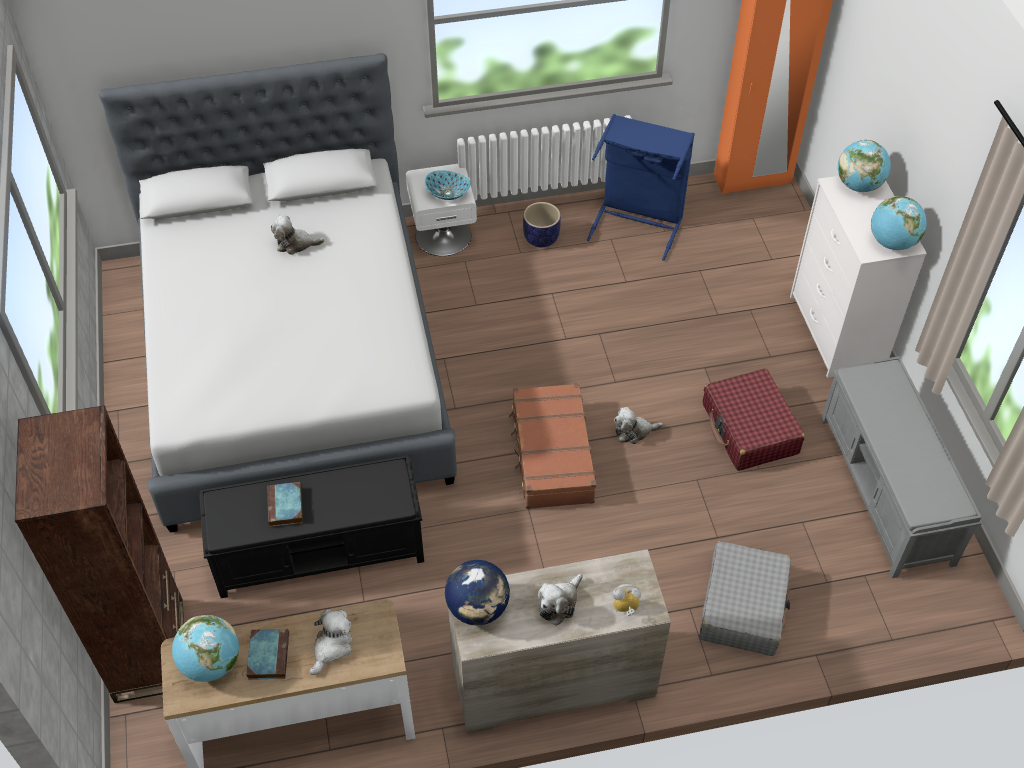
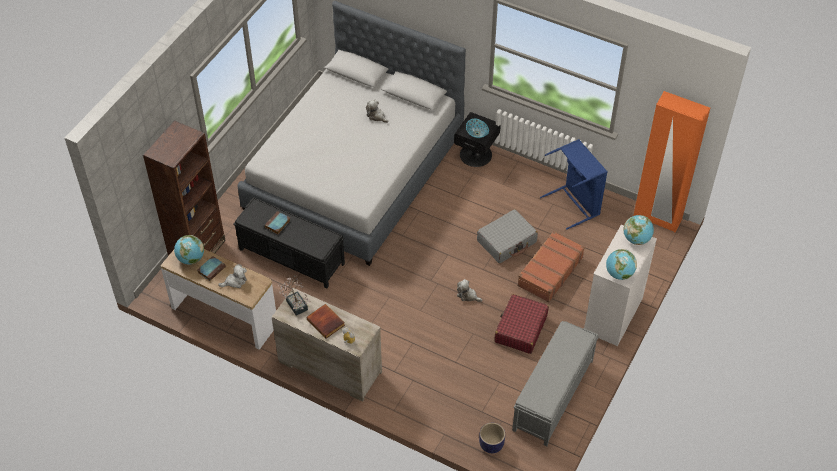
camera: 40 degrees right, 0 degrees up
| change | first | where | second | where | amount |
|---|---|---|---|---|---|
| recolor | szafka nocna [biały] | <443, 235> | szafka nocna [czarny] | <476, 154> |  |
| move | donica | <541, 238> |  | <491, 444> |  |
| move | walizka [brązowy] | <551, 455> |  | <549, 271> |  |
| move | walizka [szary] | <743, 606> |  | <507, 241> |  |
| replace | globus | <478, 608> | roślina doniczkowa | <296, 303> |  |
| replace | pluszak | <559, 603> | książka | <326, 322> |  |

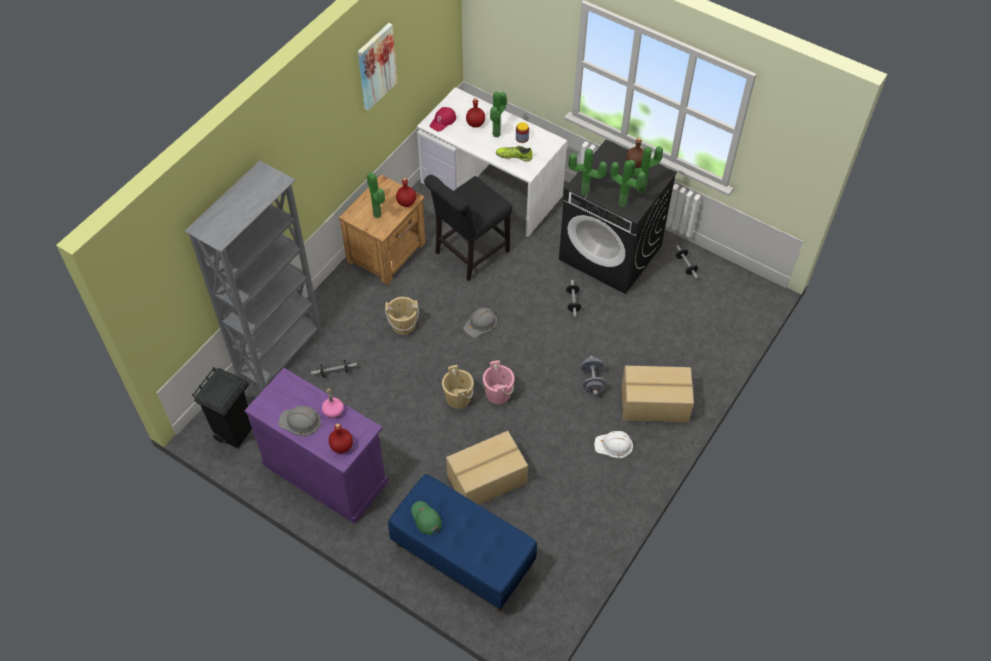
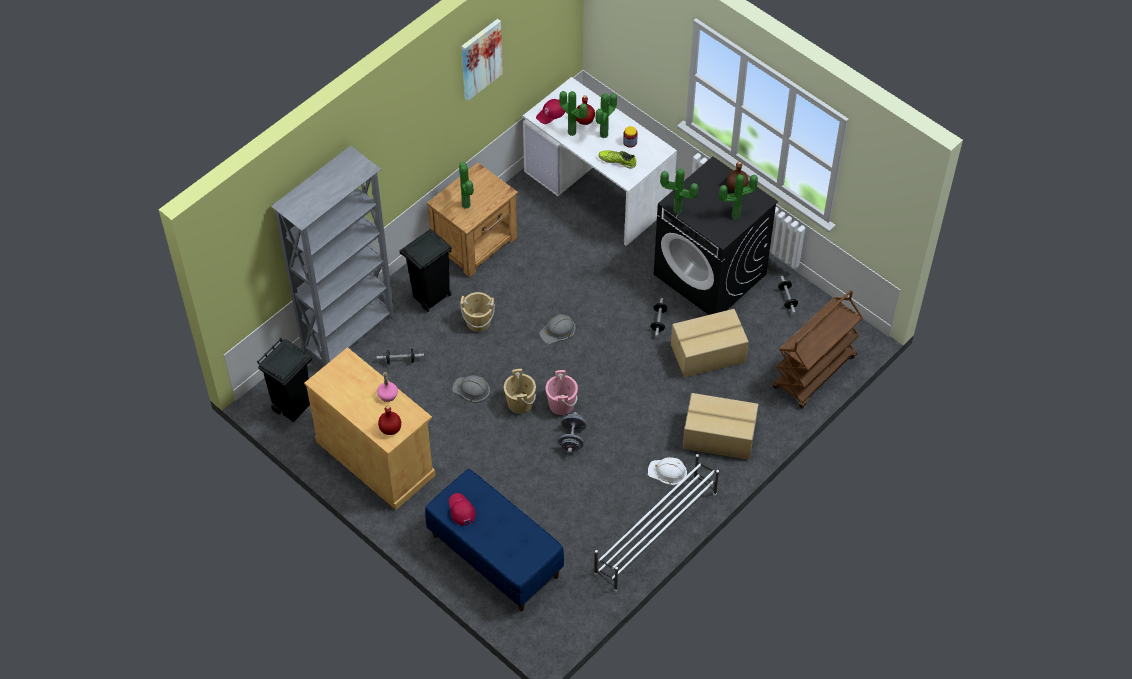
camera: 10 degrees right, 0 degrees up
| change | first | where | second | where | amount |
|---|---|---|---|---|---|
| move | roślina doniczkowa | <623, 203> |  | <573, 131> |  |
| delete | krzesło [czarny] | <469, 254> |  |  |  |
| delete | butelka [czerwony] | <406, 202> |  |  |  |
| move | hantel [szary] | <592, 382> |  | <572, 439> |  |
| recolor | szafka [fioletowy] | <326, 473> | szafka [beżowy] | <375, 458> |  |
| move | kask [szary] | <300, 421> |  | <471, 389> |  |
| move | karton | <487, 480> |  | <708, 354> |  |
| recolor | czapka z daszkiem [zielony] | <425, 518> | czapka z daszkiem [czerwony] | <461, 510> |  |
| insert |  |  | kosz na śmieci [czarny] | <430, 298> |  |
| insert |  |  | wózek [brązowy] | <814, 373> |  |
| insert |  |  | regał na buty [biały] | <655, 533> |  |

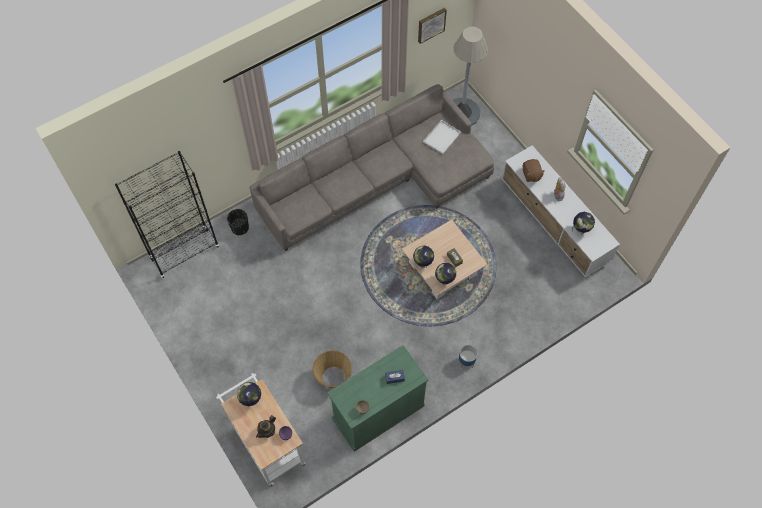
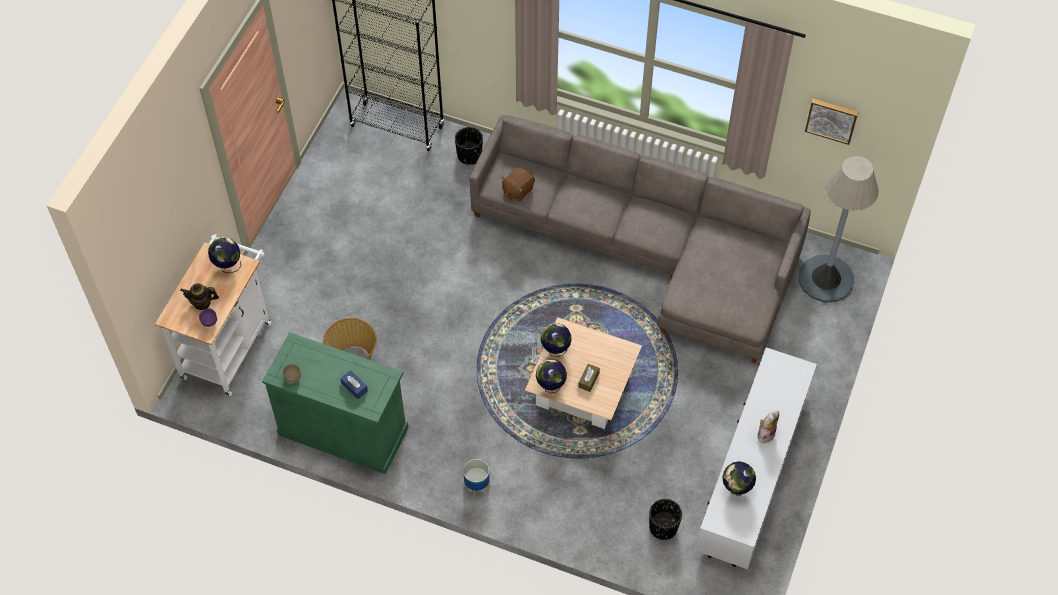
camera: 55 degrees right, 5 degrees down
| change | first | where | second | where | amount |
|---|---|---|---|---|---|
| delete | taca [biały] | <441, 138> |  |  |  |
| move | pluszak [brązowy] | <531, 175> |  | <517, 190> |  |
| insert |  |  | donica [czarny] | <663, 527> |  |

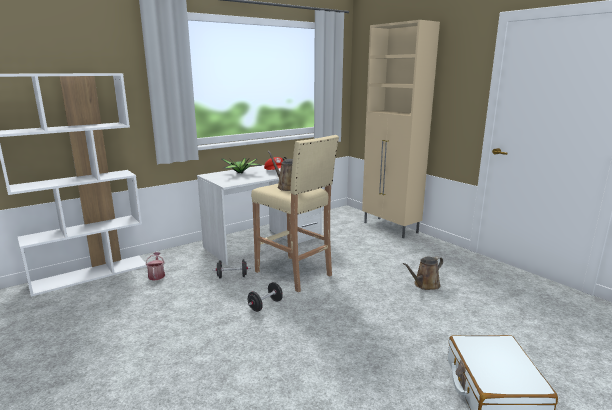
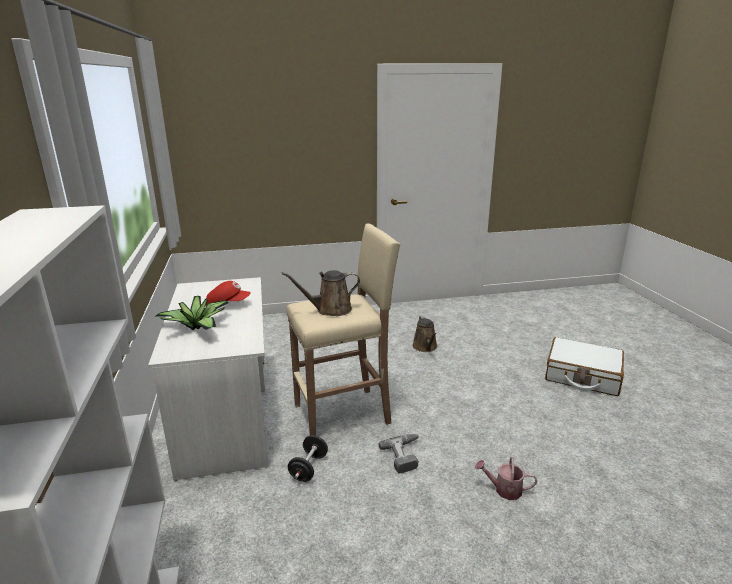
camera: 65 degrees left, 5 degrees up
| change | first | where | second | where | amount |
|---|---|---|---|---|---|
| delete | szafka [beżowy] | <390, 228> |  |  |  |
| move | konewka | <156, 275> |  | <504, 489> |  |
| replace | hantel [czarny] | <265, 305> | wiertarka | <405, 455> |  |

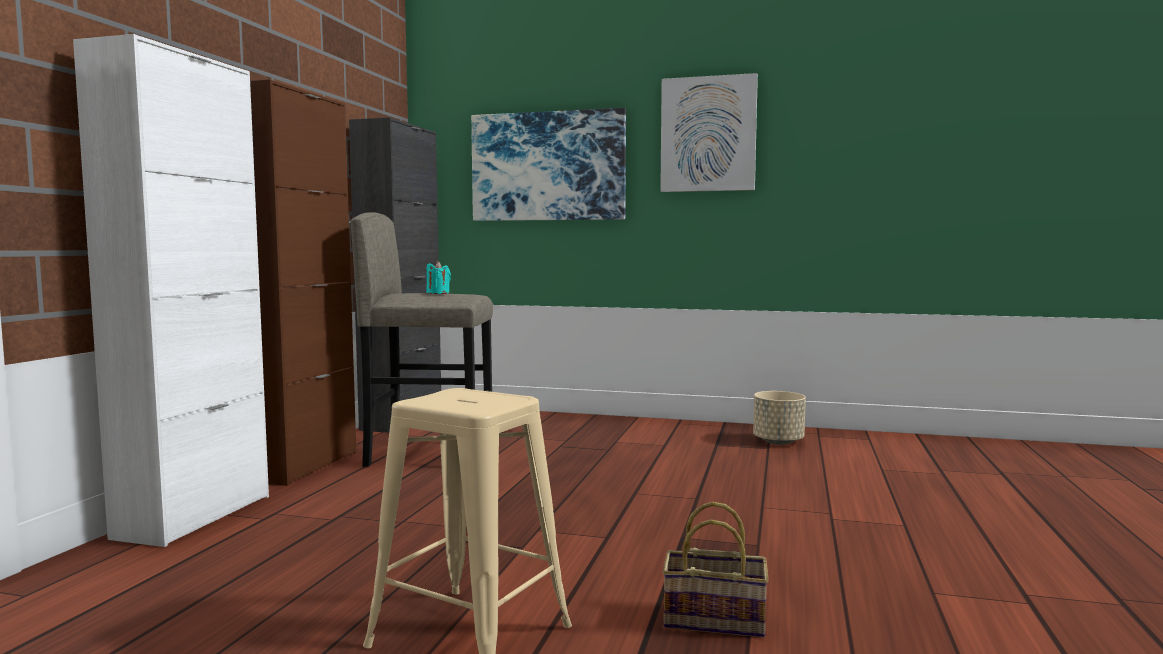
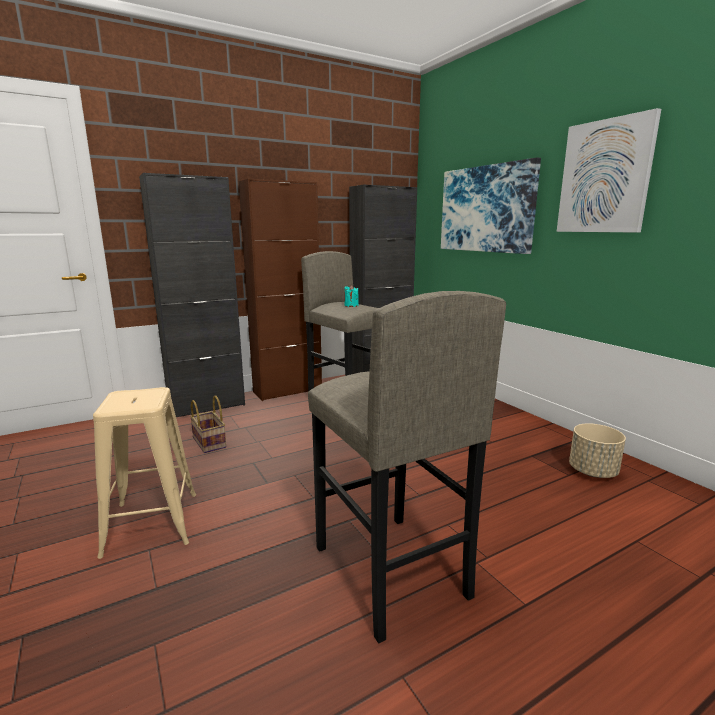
camera: 45 degrees right, 10 degrees up
| change | first | where | second | where | amount |
|---|---|---|---|---|---|
| recolor | szafka [biały] | <194, 516> | szafka [czarny] | <207, 406> |  |
| move | koszyk | <717, 619> |  | <210, 442> |  |
| insert |  |  | stołek [szary] | <389, 572> |  |

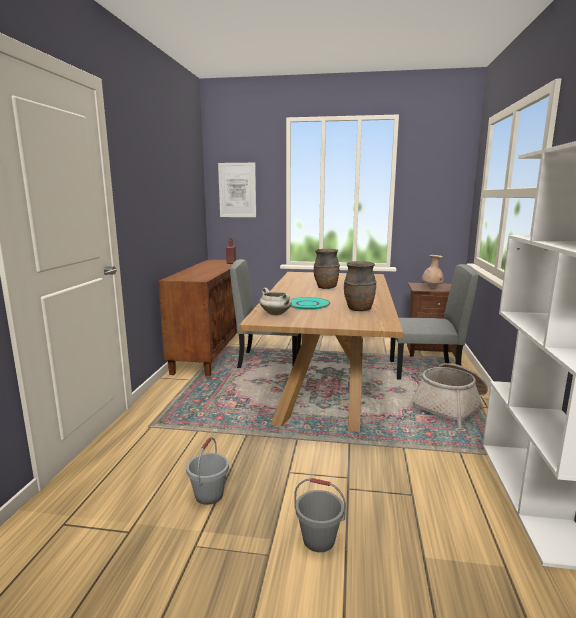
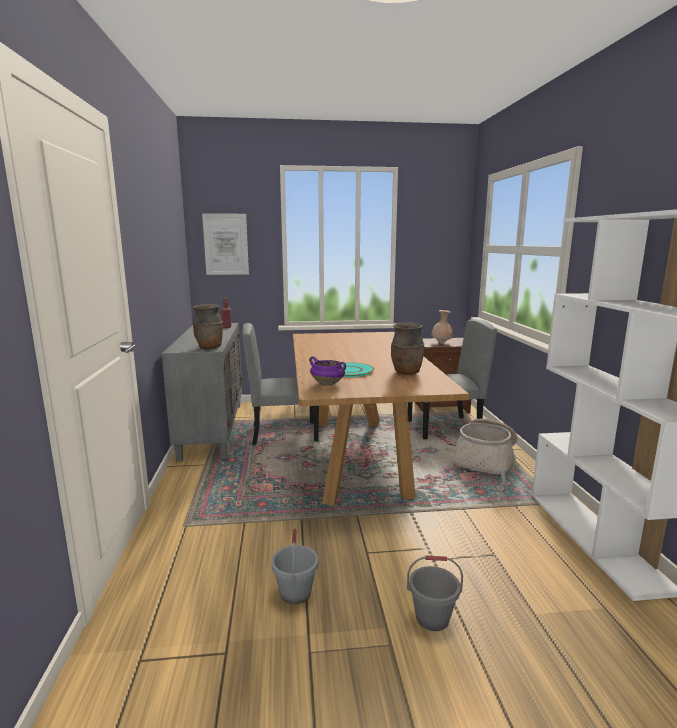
camera: 15 degrees left, 0 degrees up
| change | first | where | second | where | amount |
|---|---|---|---|---|---|
| move | wazon [brązowy] | <326, 288> |  | <209, 348> |  |
| recolor | szafka [brązowy] | <210, 352> | szafka [szary] | <212, 429> |  |
| recolor | garnek [biały] | <276, 314> | garnek [fioletowy] | <328, 384> |  |

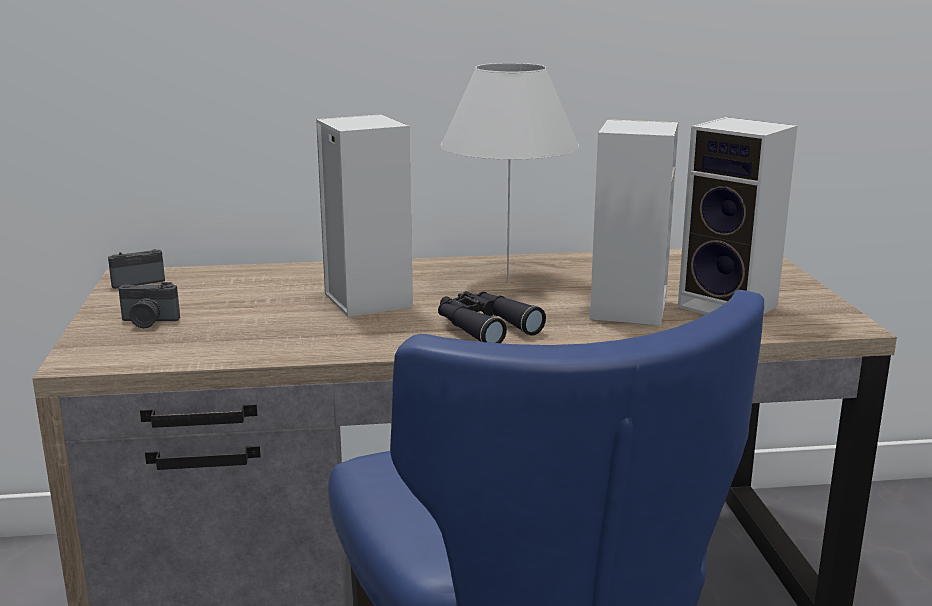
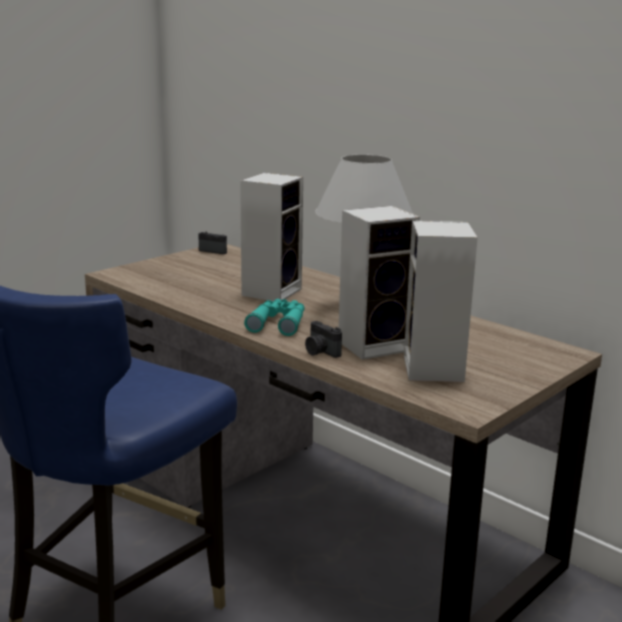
camera: 50 degrees right, 0 degrees up
| change | first | where | second | where | amount |
|---|---|---|---|---|---|
| move | aparat fotograficzny | <148, 322> |  | <320, 352> |  |
| recolor | lornetka [czarny] | <484, 327> | lornetka [turkusowy] | <278, 323> |  |

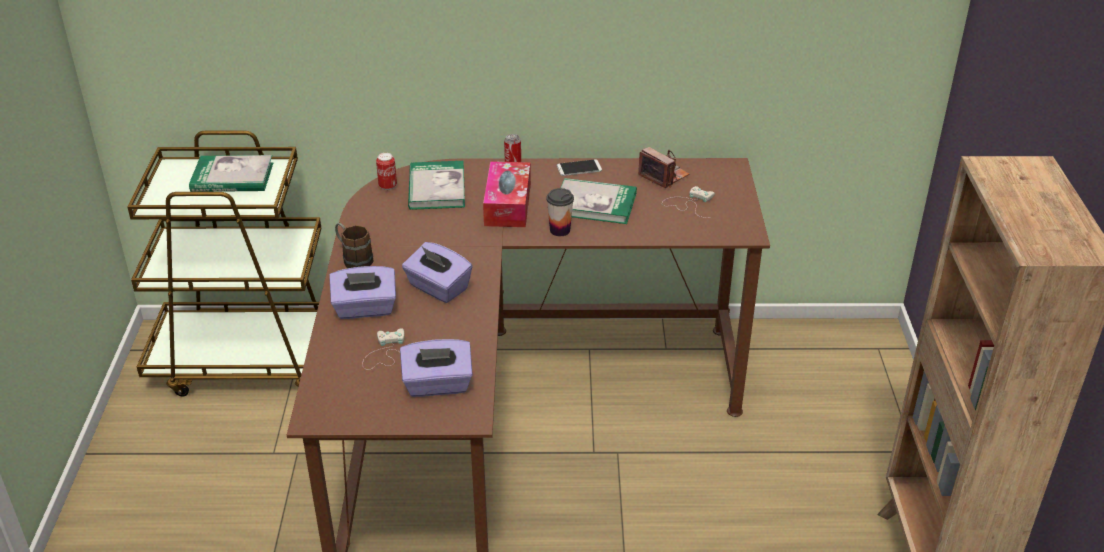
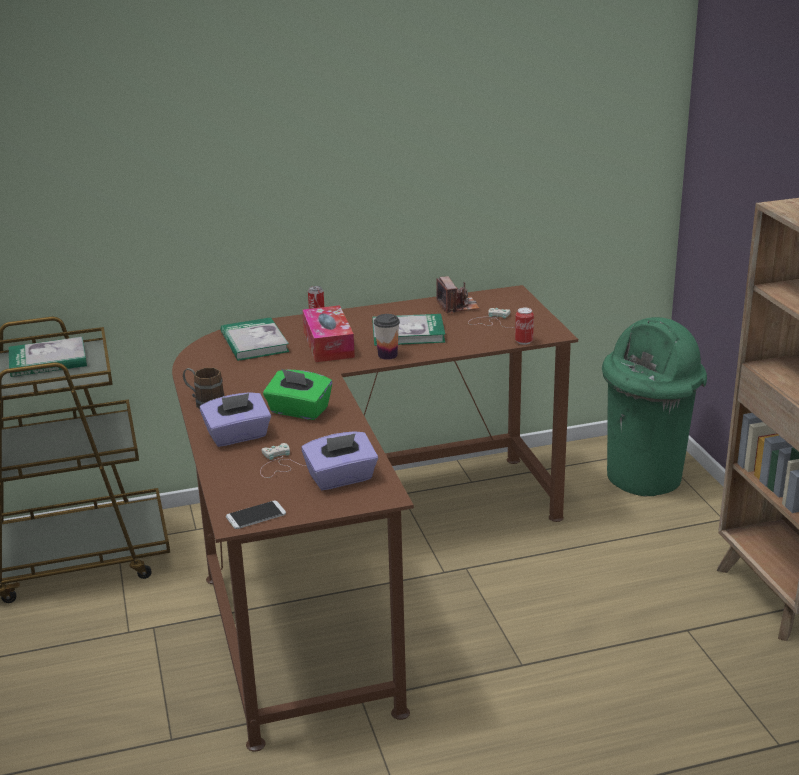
camera: 15 degrees left, 10 degrees down
| change | first | where | second | where | amount |
|---|---|---|---|---|---|
| rotate | aparat fotograficzny | <663, 176> |  | <457, 306> | 45 degrees clockwise |
| move | puszka | <387, 186> |  | <524, 341> |  |
| move | telefon | <579, 168> |  | <256, 515> |  |
| recolor | pudełko chusteczek [fioletowy] | <438, 288> | pudełko chusteczek [zielony] | <299, 411> |  |
| insert |  |  | kosz na śmieci [zielony] | <645, 478> |  |

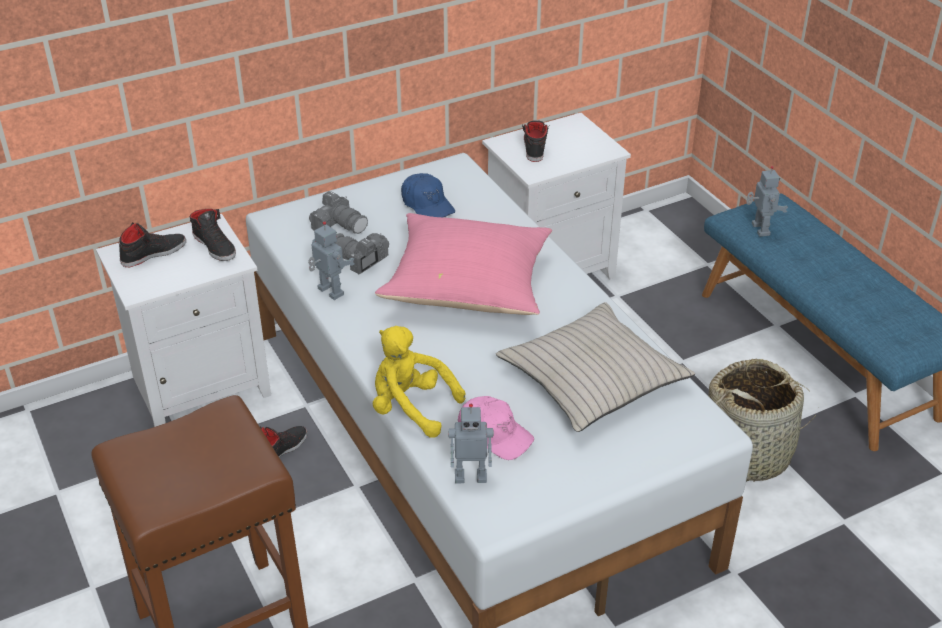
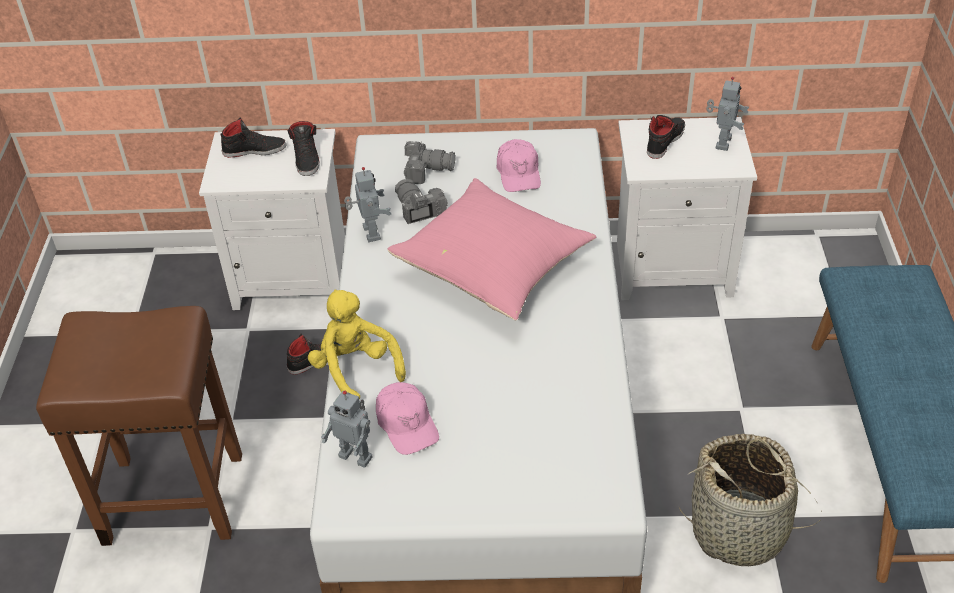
camera: 30 degrees right, 5 degrees up
| change | first | where | second | where | amount |
|---|---|---|---|---|---|
| move | robot zabawkowy | <759, 229> |  | <722, 142> |  |
| recolor | czapka z daszkiem [niebieski] | <427, 205> | czapka z daszkiem [różowy] | <519, 173> |  |
| rotate | aparat fotograficzny | <339, 225> |  | <426, 170> | 60 degrees counterclockwise |
| delete | poduszka [beżowy] | <591, 379> |  |  |  |

